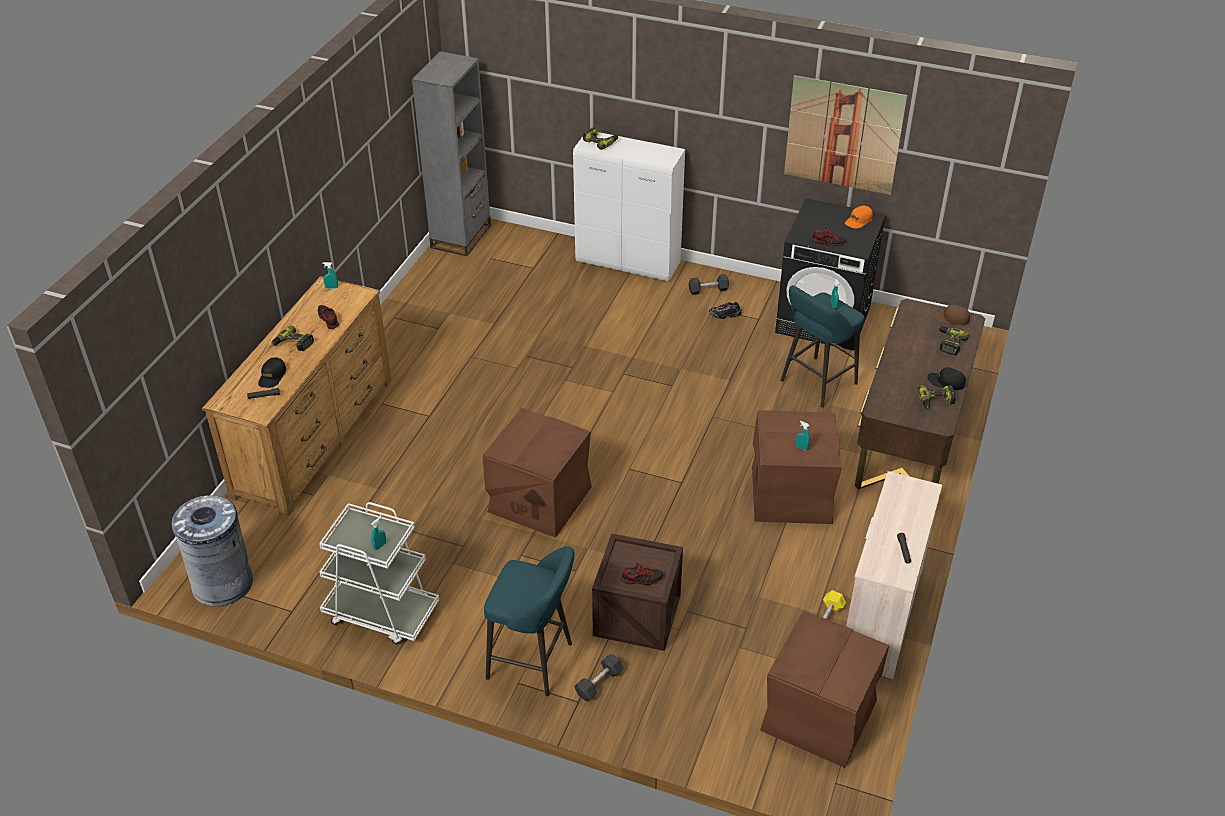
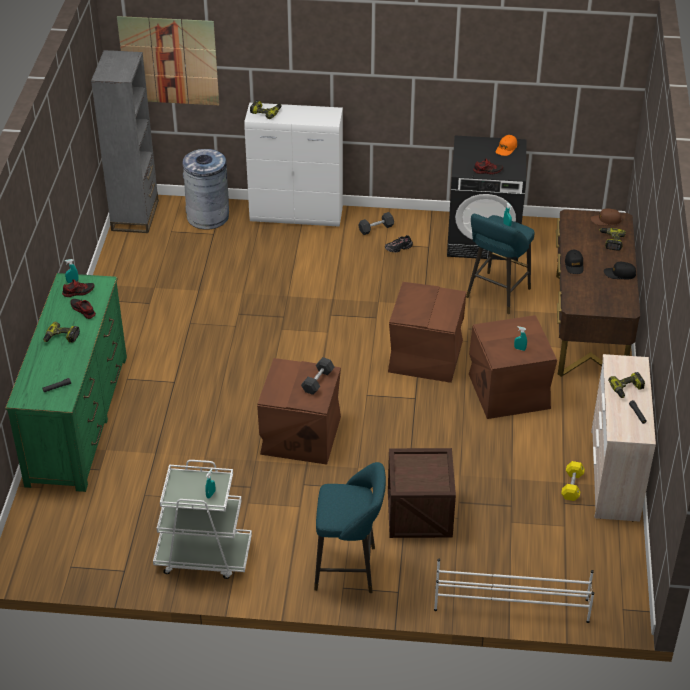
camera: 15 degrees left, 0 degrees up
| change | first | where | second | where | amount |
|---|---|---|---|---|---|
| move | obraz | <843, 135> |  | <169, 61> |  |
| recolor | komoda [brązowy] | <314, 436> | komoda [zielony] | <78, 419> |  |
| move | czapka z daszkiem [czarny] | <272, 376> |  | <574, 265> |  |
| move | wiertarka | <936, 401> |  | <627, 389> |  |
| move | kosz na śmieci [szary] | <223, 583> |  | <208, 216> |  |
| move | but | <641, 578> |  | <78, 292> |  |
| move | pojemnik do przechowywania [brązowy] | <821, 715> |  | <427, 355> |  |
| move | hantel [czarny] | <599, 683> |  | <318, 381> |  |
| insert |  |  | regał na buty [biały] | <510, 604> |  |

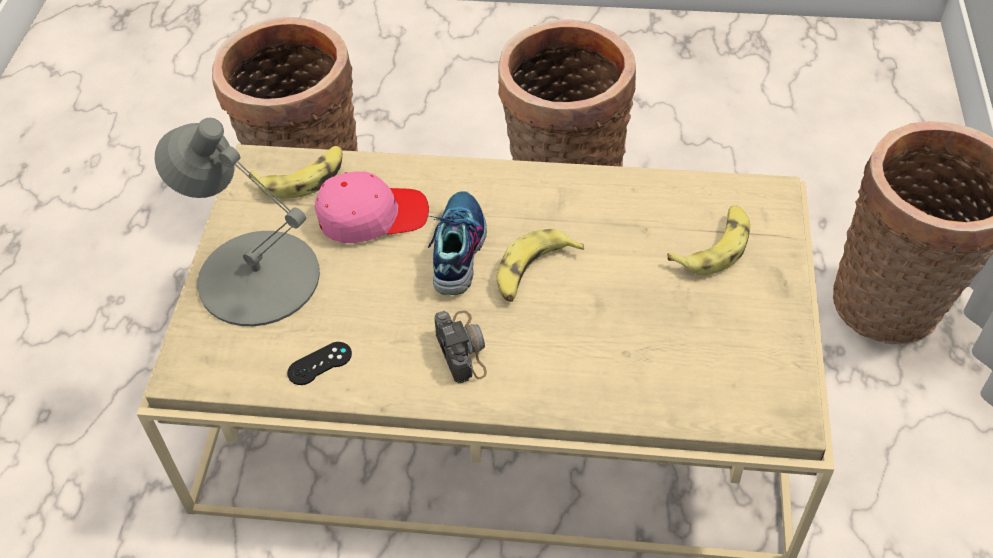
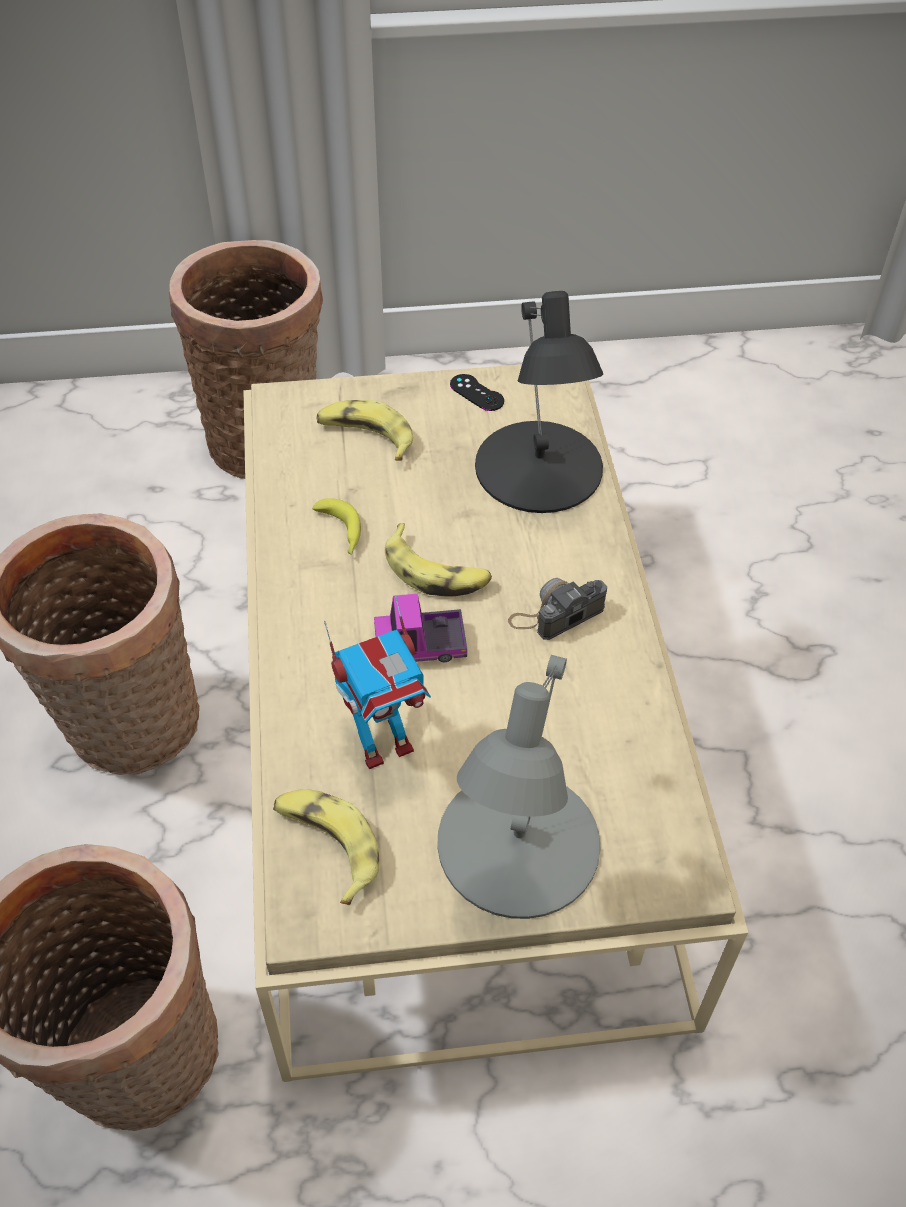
camera: 105 degrees left, 0 degrees up
| change | first | where | second | where | amount |
|---|---|---|---|---|---|
| replace | czapka z daszkiem [różowy] | <372, 216> | robot zabawkowy | <383, 744> |  |
| replace | but | <456, 250> | ciężarówka zabawkowa | <420, 645> |  |
| move | pad do gier [czarny] | <320, 363> |  | <477, 393> |  |
| insert |  |  | lampa stołowa [czarny] | <538, 468> |  |
| insert |  |  | banan | <340, 533> |  |

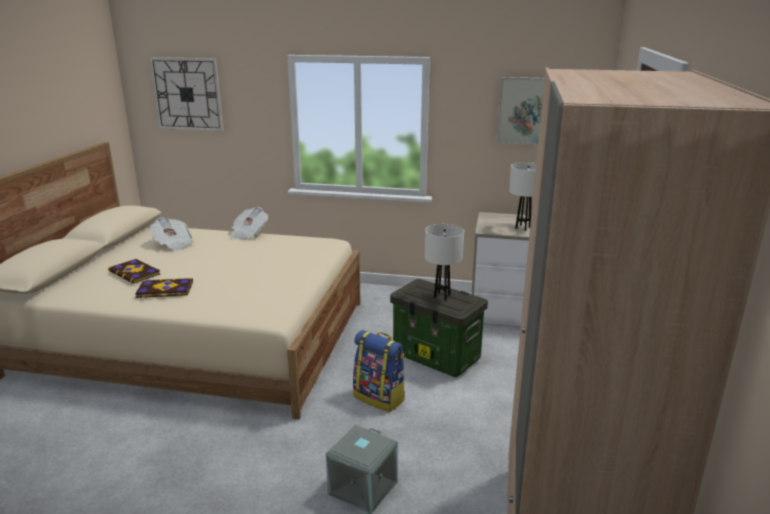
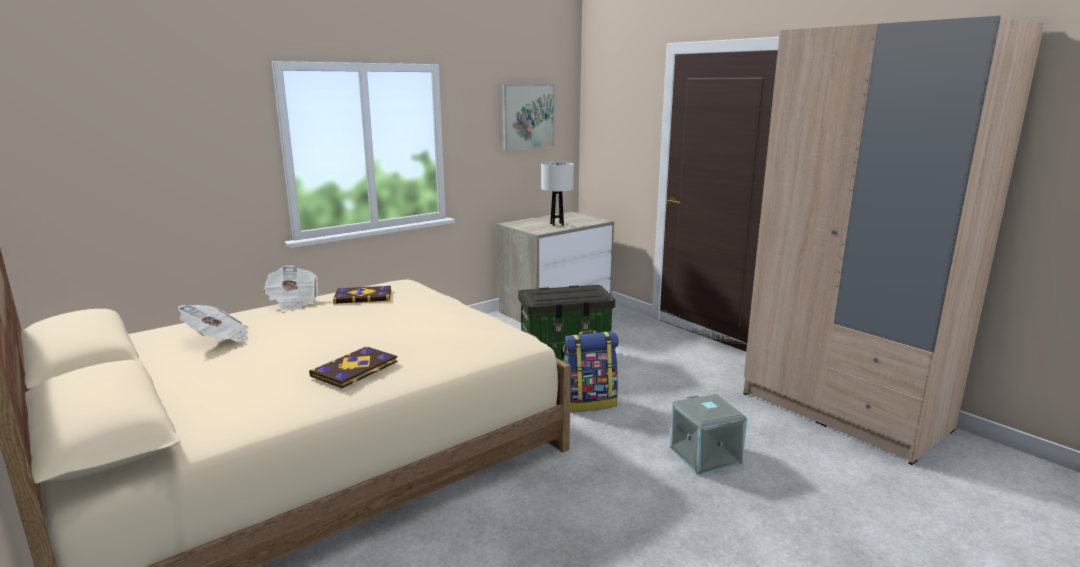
camera: 50 degrees left, 5 degrees down
| change | first | where | second | where | amount |
|---|---|---|---|---|---|
| delete | zegar ścienny | <187, 94> |  |  |  |
| delete | lampa stołowa [biały] | <442, 296> |  |  |  |
| move | książka | <135, 272> |  | <363, 296> |  |

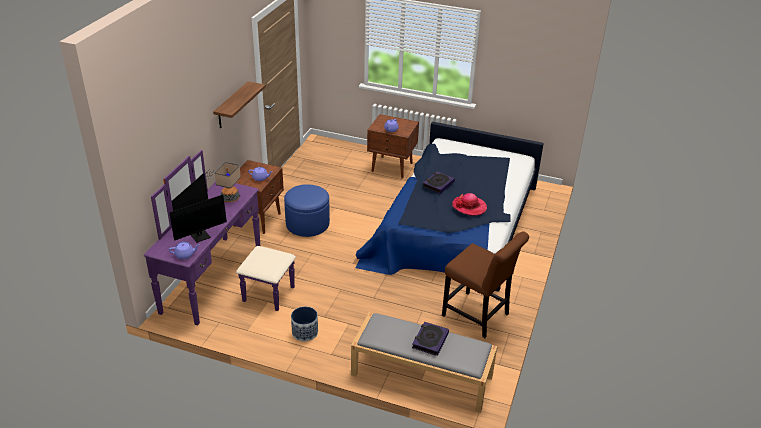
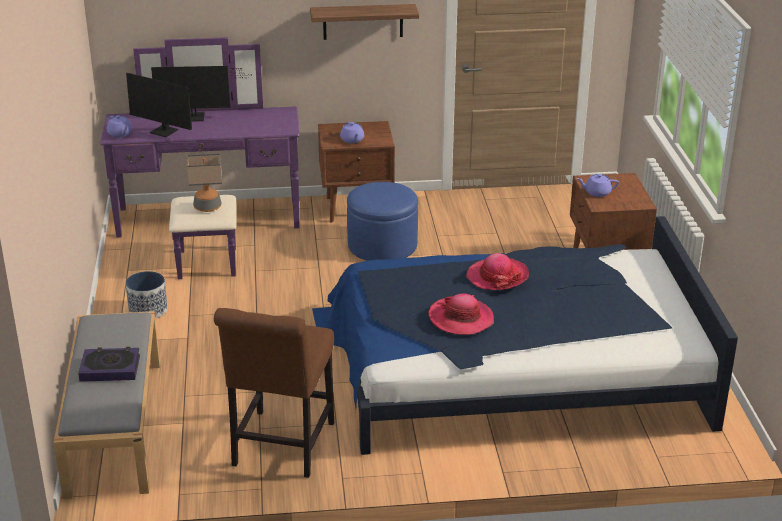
camera: 65 degrees right, 5 degrees down
| change | first | where | second | where | amount |
|---|---|---|---|---|---|
| move | lampa stołowa | <230, 198> |  | <208, 207> |  |
| replace | książka | <438, 184> | kapelusz | <497, 276> |  |

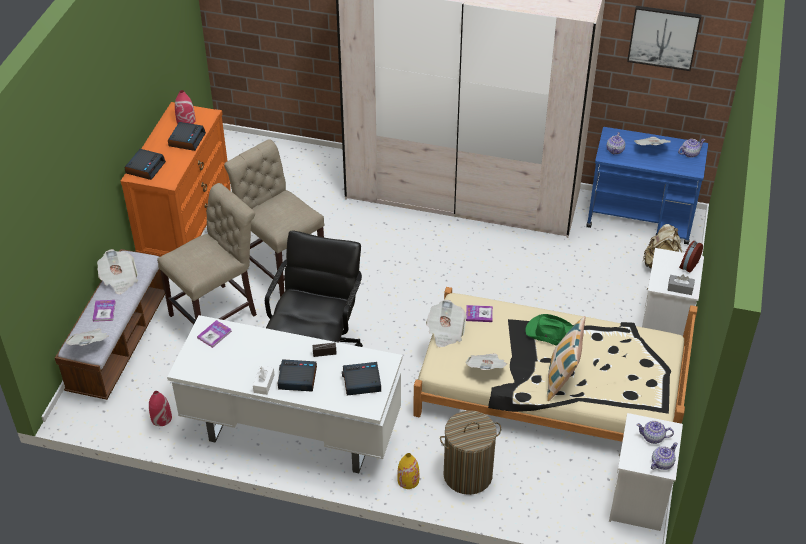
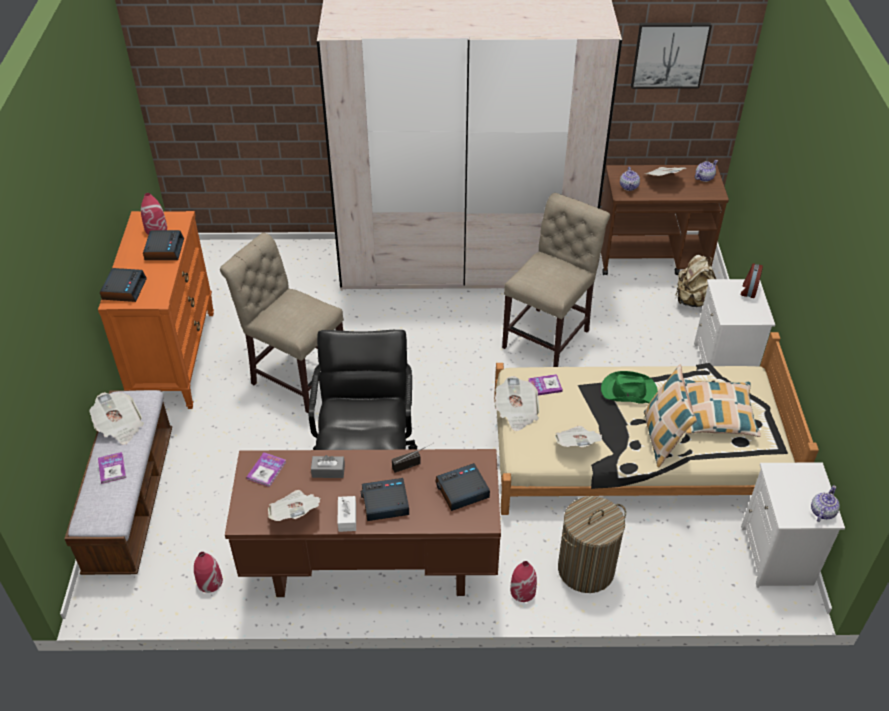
camera: 15 degrees left, 0 degrees up
| change | first | where | second | where | amount |
|---|---|---|---|---|---|
| recolor | wózek [niebieski] | <640, 220> | wózek [brązowy] | <653, 258> |  |
| move | krzesło [beżowy] | <217, 313> |  | <549, 336> |  |
| move | pudełko chusteczek [szary] | <680, 288> |  | <328, 471> |  |
| recolor | biurko [biały] | <291, 434> | biurko [brązowy] | <371, 567> |  |
| move | gazeta | <90, 344> |  | <295, 514> |  |
| delete | imbryk | <653, 437> |  |  |  |
| recolor | wazon [żółty] | <408, 480> | wazon [czerwony] | <522, 591> |  |
| insert |  |  | poduszka | <716, 414> |  |

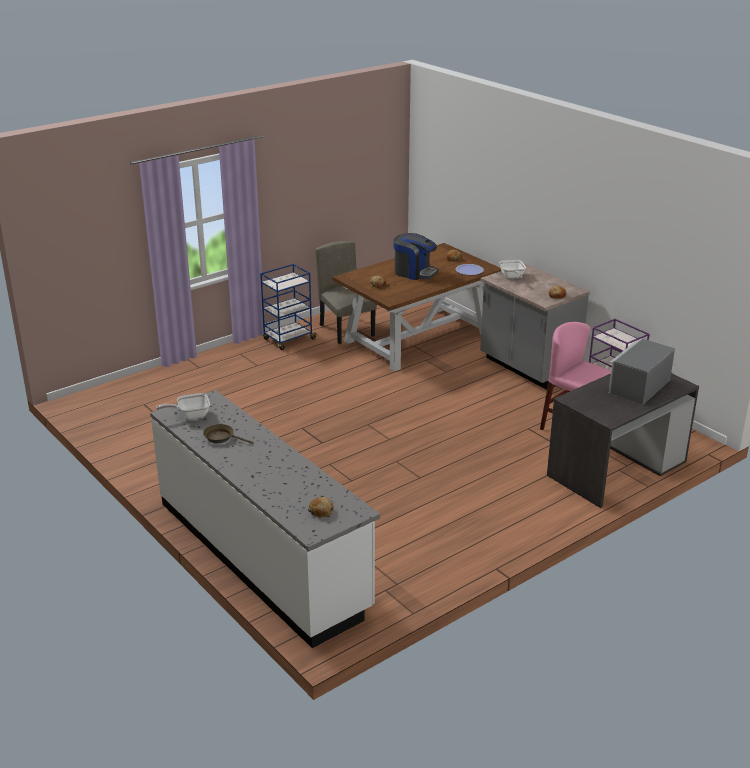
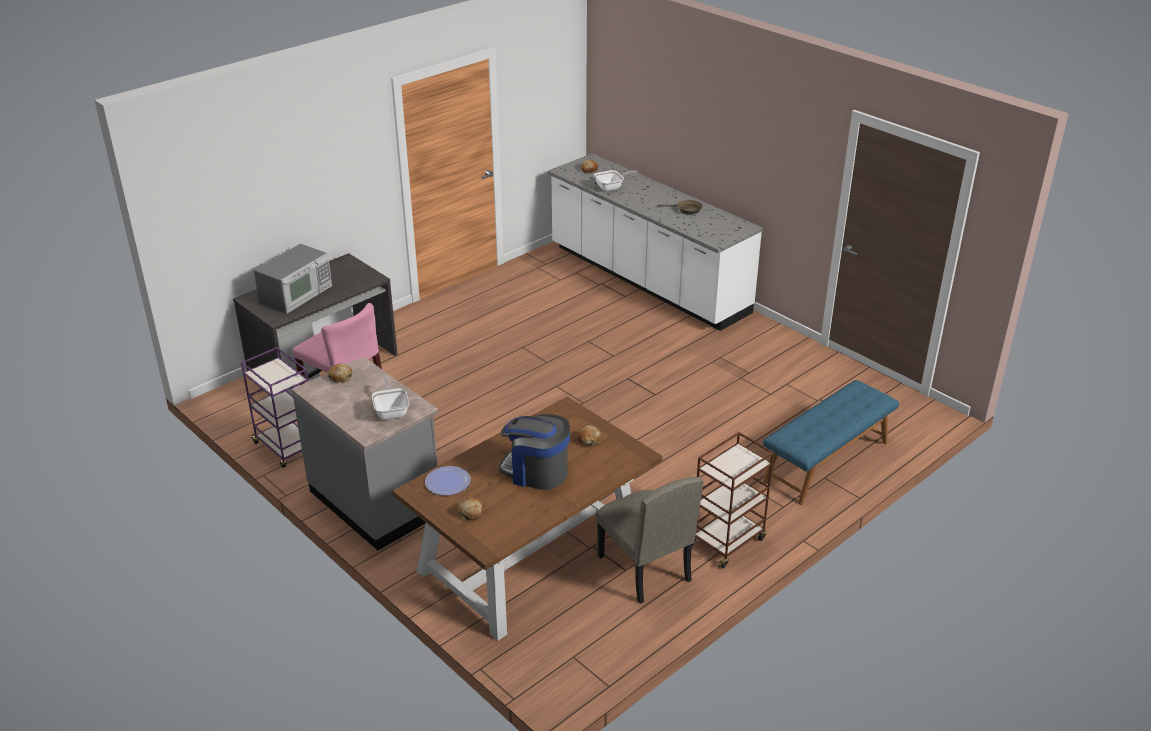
camera: 175 degrees right, 5 degrees up
| change | first | where | second | where | amount |
|---|---|---|---|---|---|
| recolor | wózek [niebieski] | <288, 339> | wózek [brązowy] | <727, 541> |  |
| move | patelnia | <190, 415> |  | <612, 187> |  |
| insert |  |  | ławka [niebieski] | <827, 462> |  |

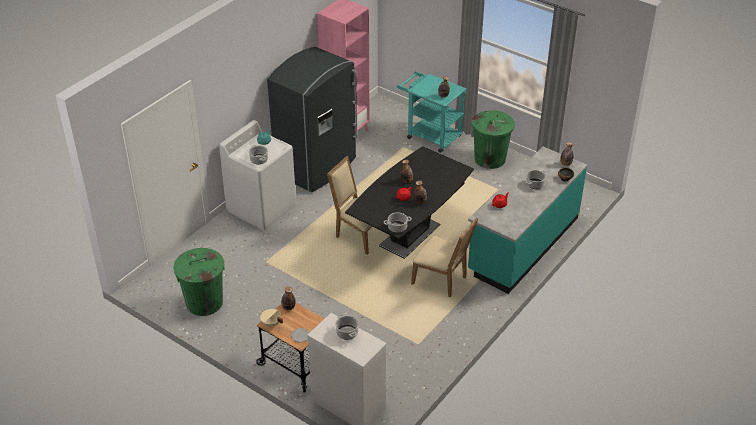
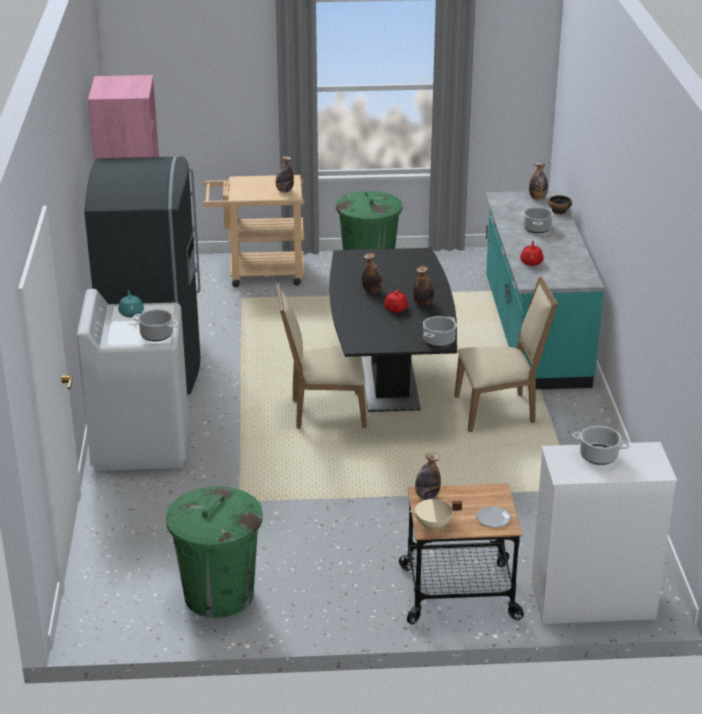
camera: 40 degrees left, 10 degrees down
| change | first | where | second | where | amount |
|---|---|---|---|---|---|
| recolor | wózek [turkusowy] | <430, 135> | wózek [beżowy] | <258, 273> |  |

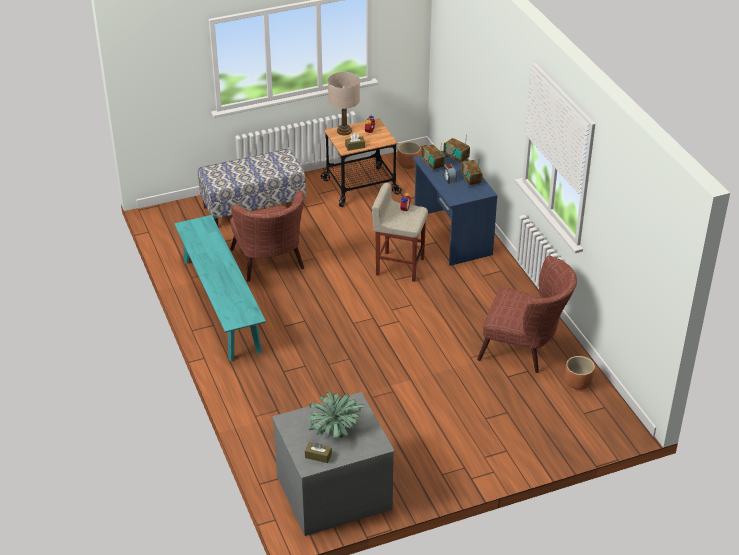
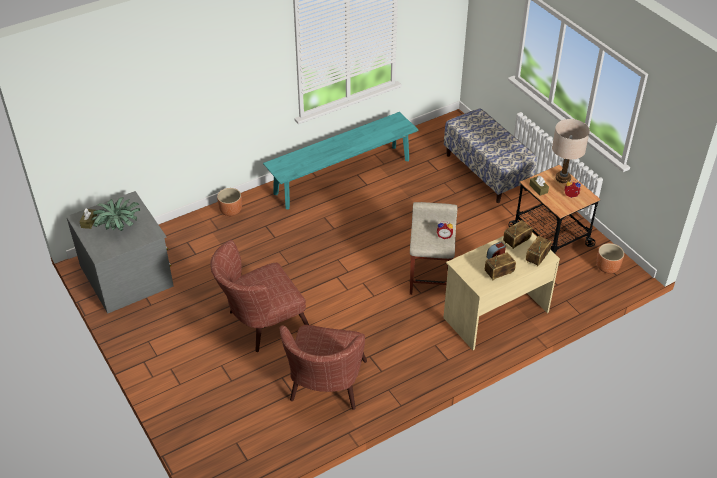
camera: 80 degrees right, 5 degrees up
| change | first | where | second | where | amount |
|---|---|---|---|---|---|
| recolor | biurko [niebieski] | <451, 235> | biurko [beżowy] | <495, 314> |  |
| move | fotel [brązowy] | <269, 264> |  | <261, 324> |  |
| move | donica [brązowy] | <577, 383> |  | <230, 211> |  |

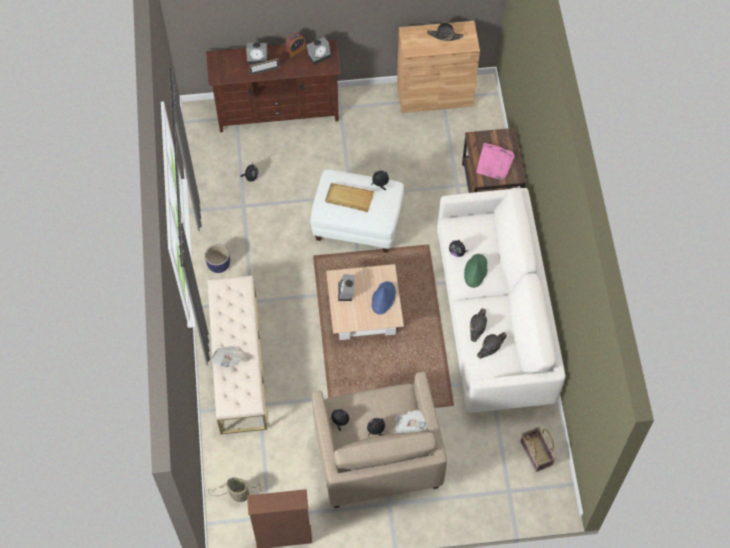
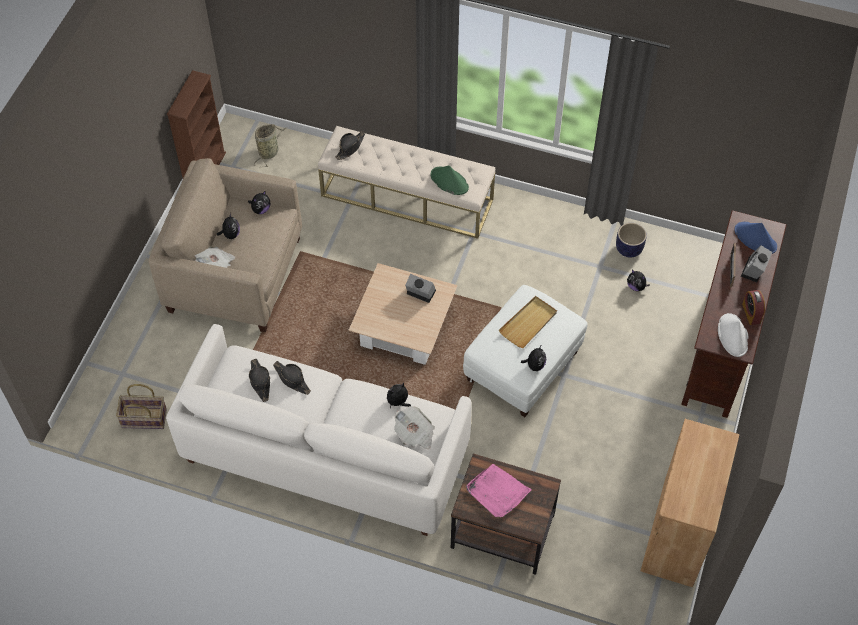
camera: 115 degrees right, 5 degrees down
| change | first | where | second | where | amount |
|---|---|---|---|---|---|
| move | kapelusz [czarny] | <444, 35> |  | <350, 147> |  |
| replace | budzik | <319, 55> | kapelusz [biały] | <733, 336> |  |
| move | donica | <219, 264> |  | <629, 249> |  |
| move | kapelusz [zielony] | <475, 271> |  | <449, 181> |  |
| move | kapelusz [niebieski] | <383, 298> |  | <755, 239> |  |
| move | gazeta | <228, 359> |  | <415, 434> |  |

